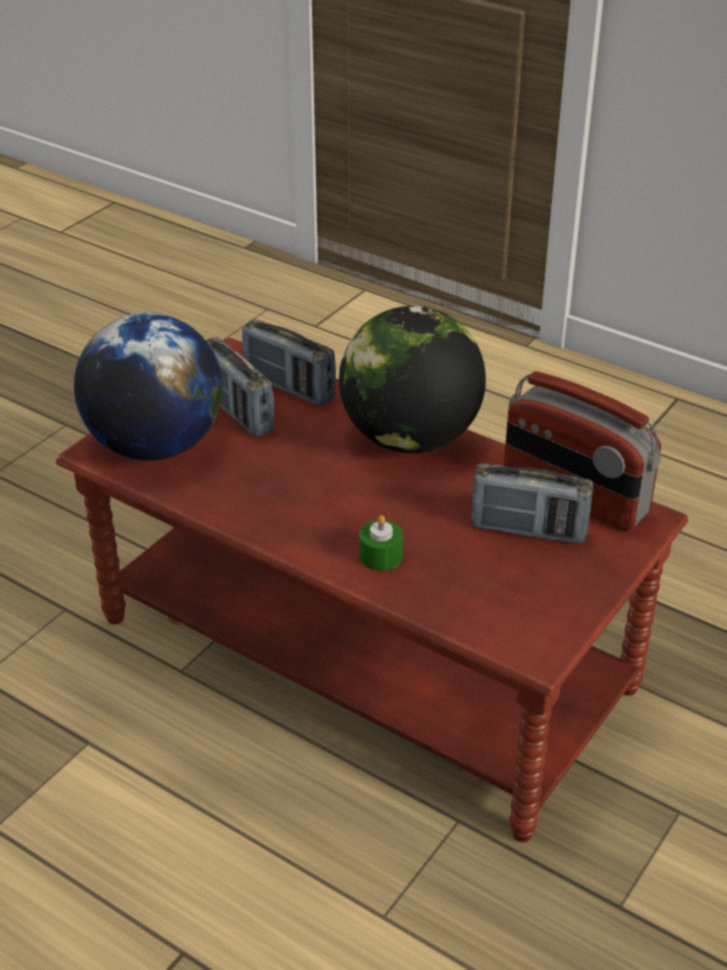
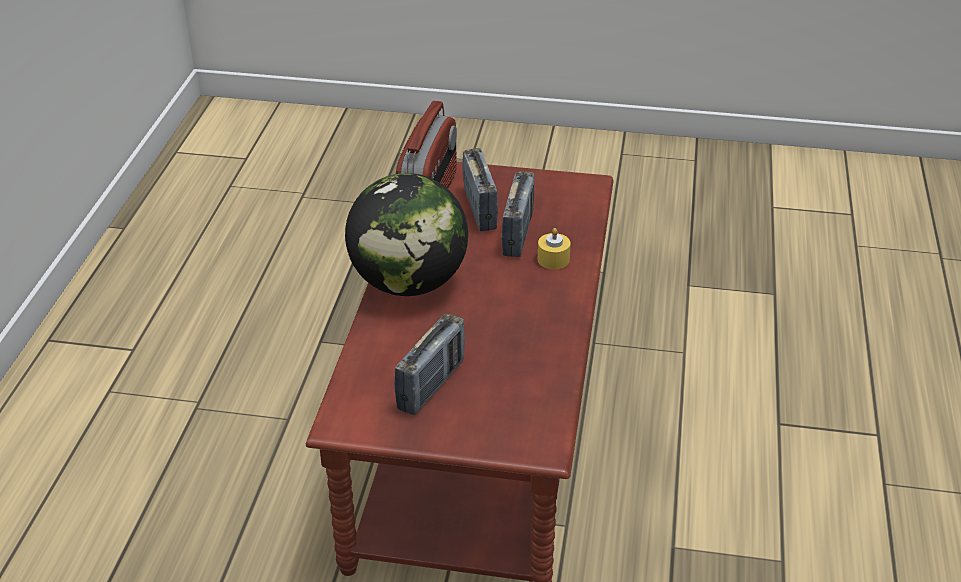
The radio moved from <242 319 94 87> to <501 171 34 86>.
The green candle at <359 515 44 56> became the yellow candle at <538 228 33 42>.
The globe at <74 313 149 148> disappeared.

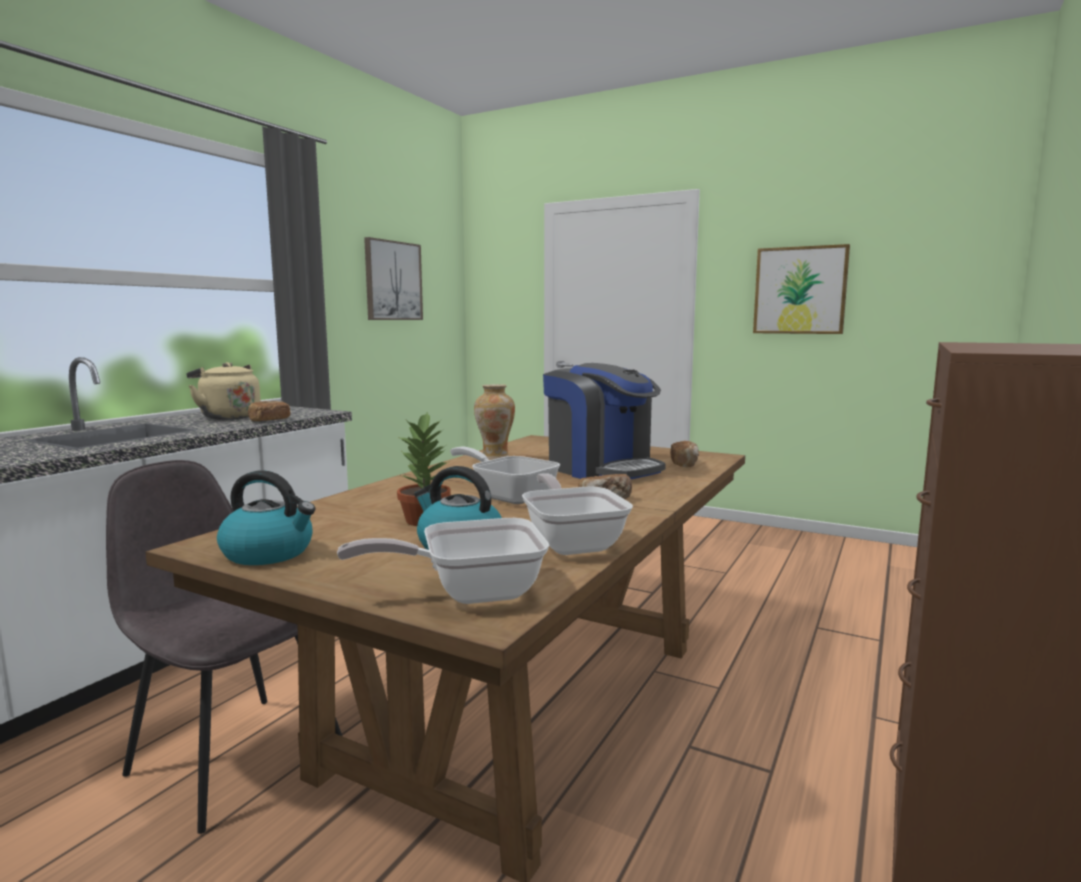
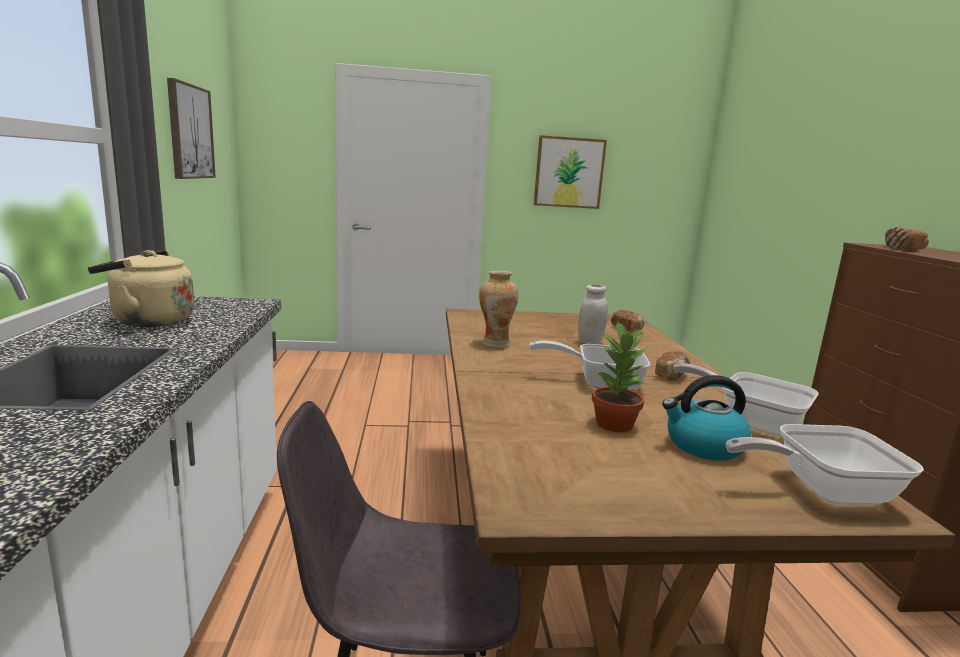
The coffee machine at <543 363 123 116> was replaced by the white jar at <578 284 30 60>.
The frying pan at <337 518 212 86> turned 45 degrees clockwise.
The bread moved from <248 401 43 20> to <885 227 44 23>.
The kettle at <217 470 98 95> disappeared.

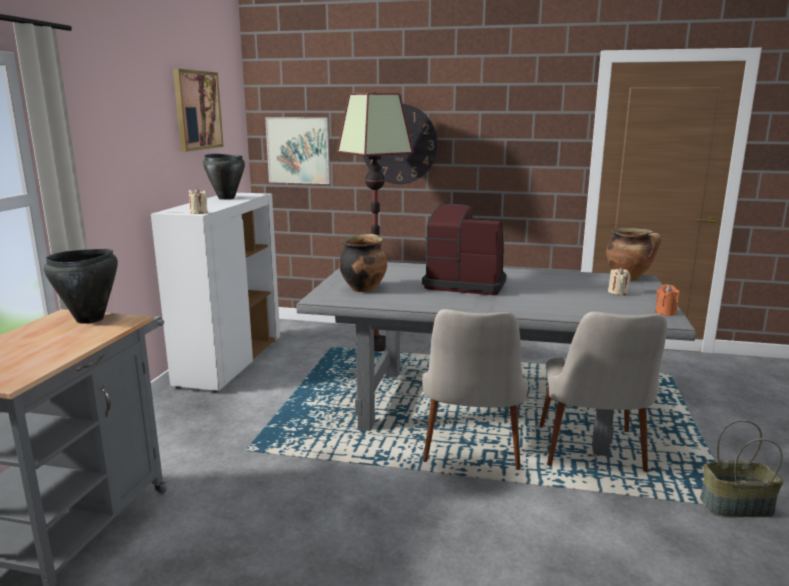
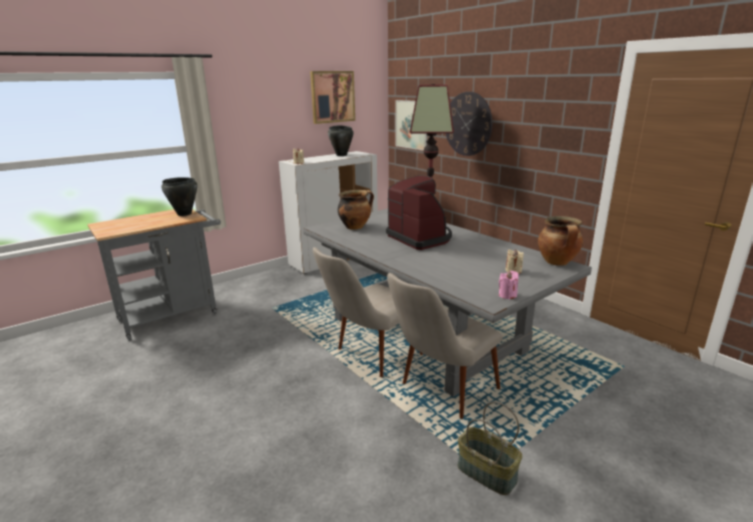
The orange candle at <655 284 24 32> became the pink candle at <499 271 20 29>.

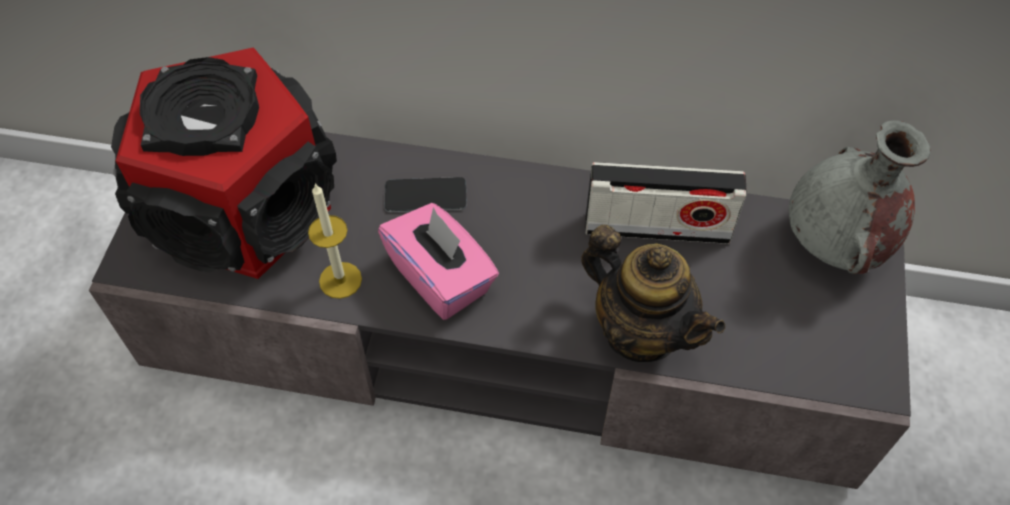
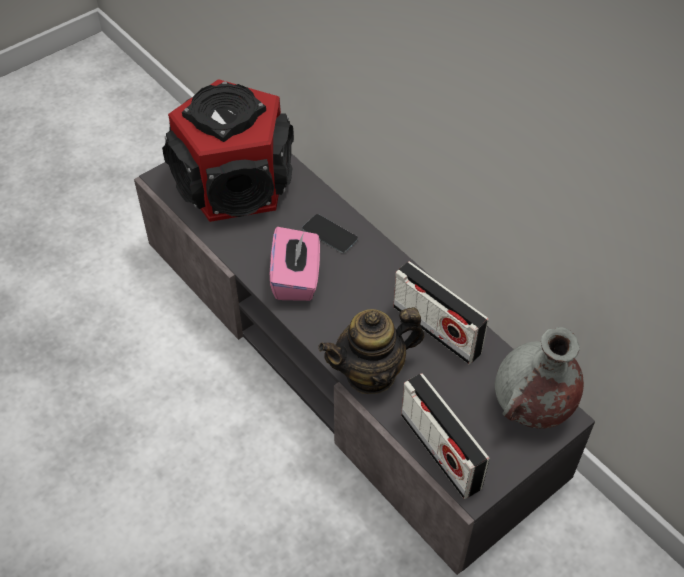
The teapot at <581 225 144 137> turned 75 degrees clockwise.
The radio at <401 373 88 126> appeared.
The candle at <308 183 54 116> disappeared.

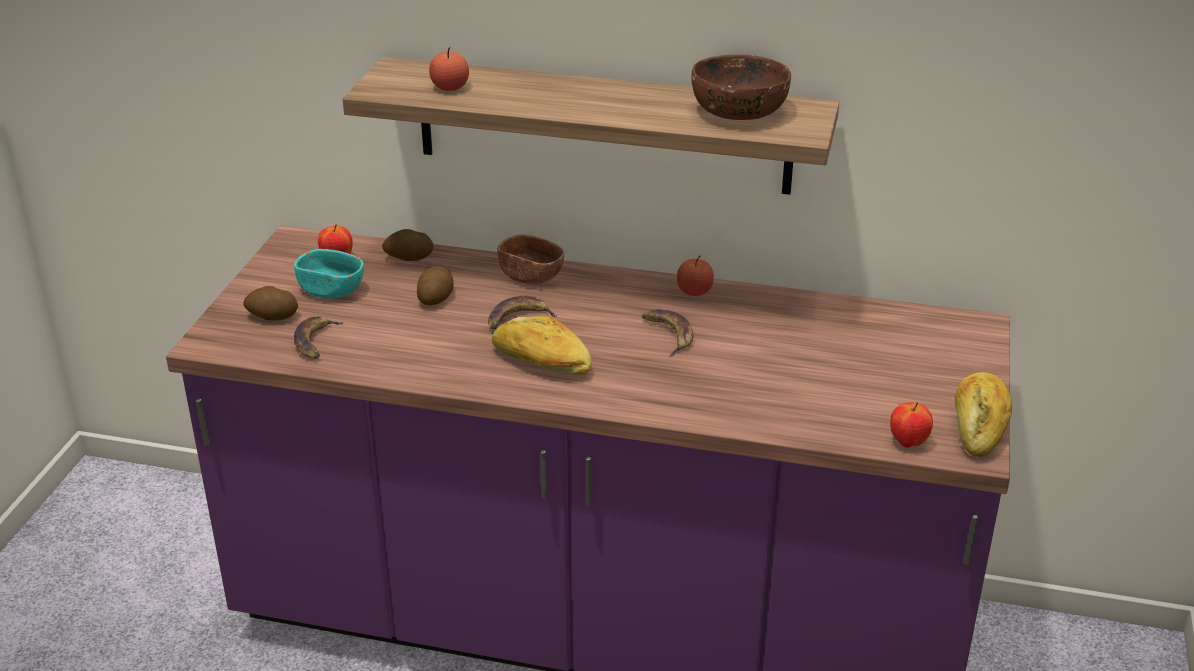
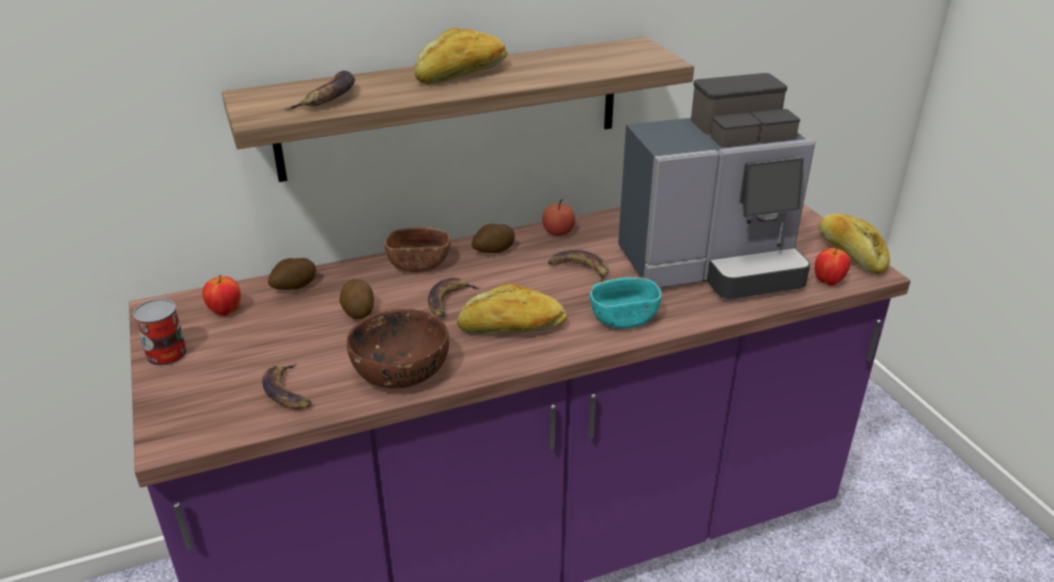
The can at <133 299 54 68> appeared.
The apple at <429 47 40 44> was replaced by the banana at <284 71 71 39>.
The brown bowl moved from <691 54 100 66> to <347 309 102 80>.
The bread at <415 28 92 57> appeared.
The potato moved from <243 286 55 35> to <472 224 43 29>.
The turquoise bowl moved from <294 249 70 50> to <590 277 72 52>.
The coffee machine at <618 73 198 226> appeared.

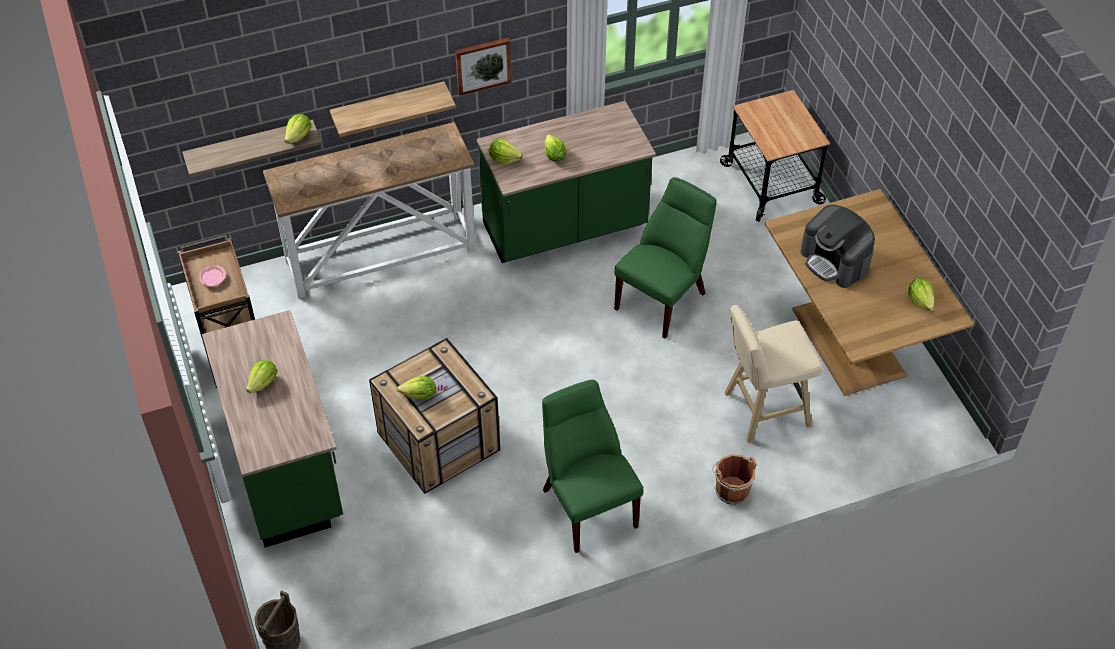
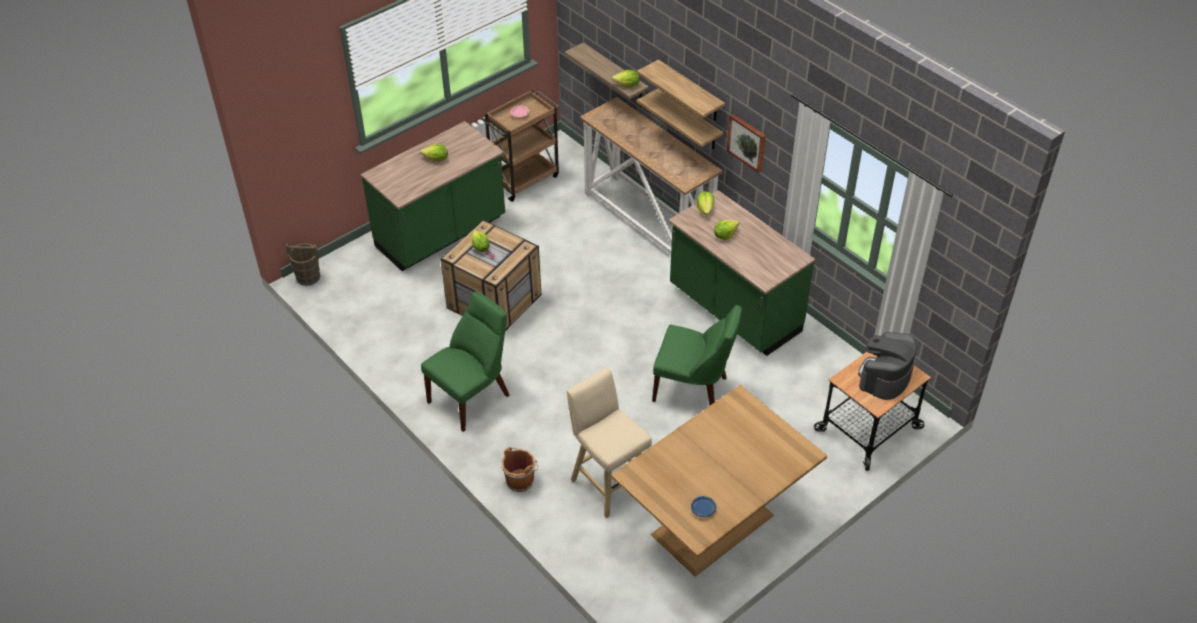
The shelf at <637 59 88 62> appeared.
The lettuce at <908 278 26 33> was replaced by the blue plate at <691 496 26 21>.
The coffee machine moved from <800 205 75 83> to <858 332 59 68>.

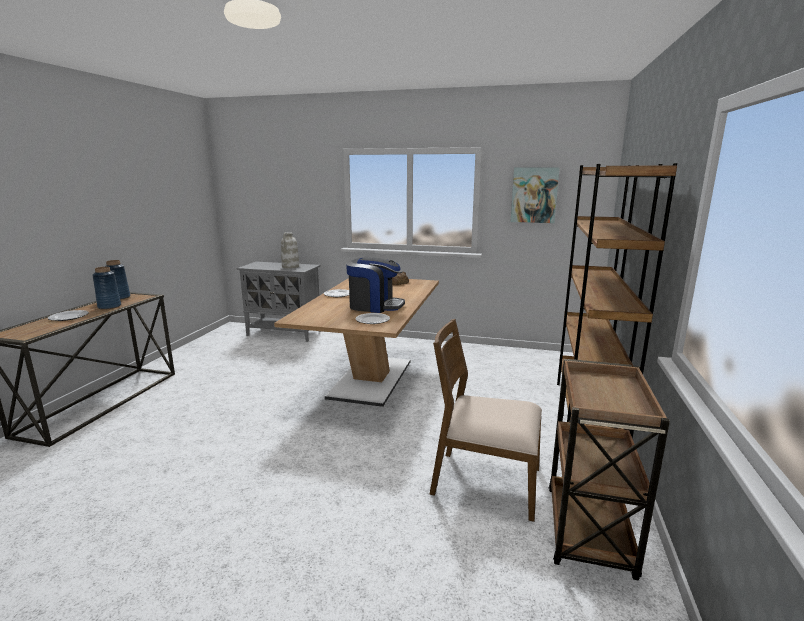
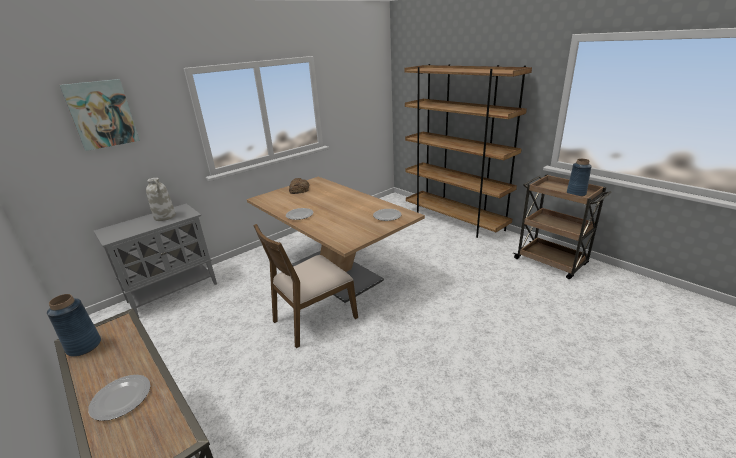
The picture moved from <510 167 50 56> to <60 79 80 72>.
The brown chair moved from <429 319 113 203> to <253 224 105 124>.
The blue vase moved from <93 267 28 42> to <567 159 25 38>.
The coffee machine at <346 257 59 56> disappeared.

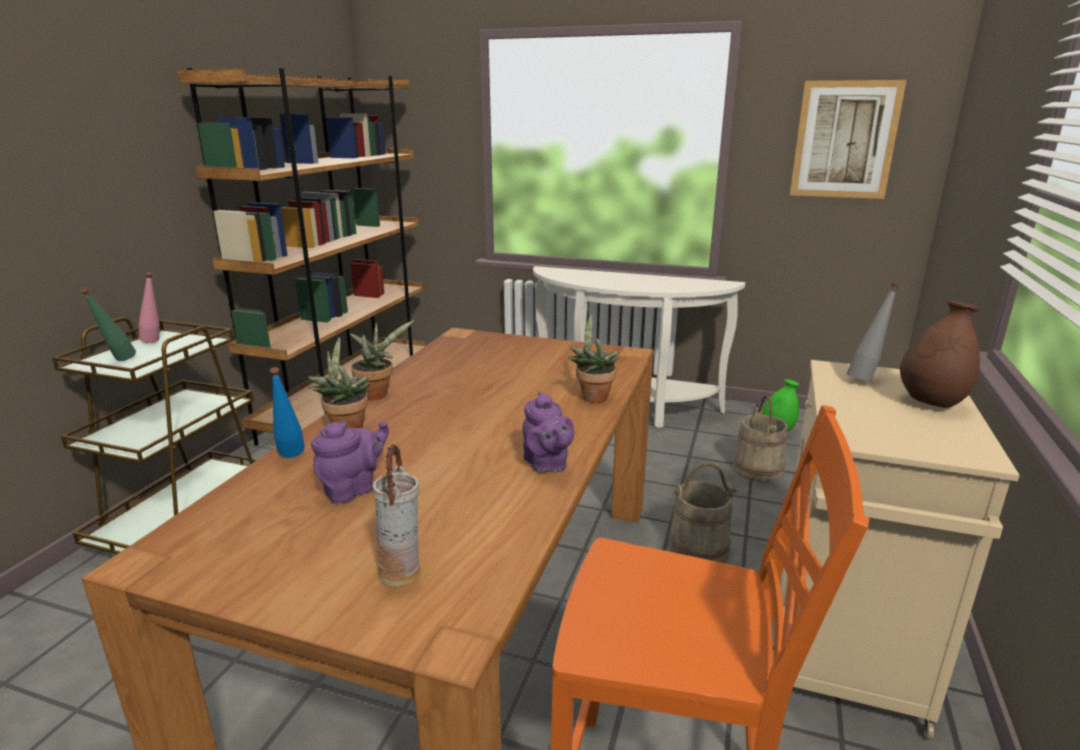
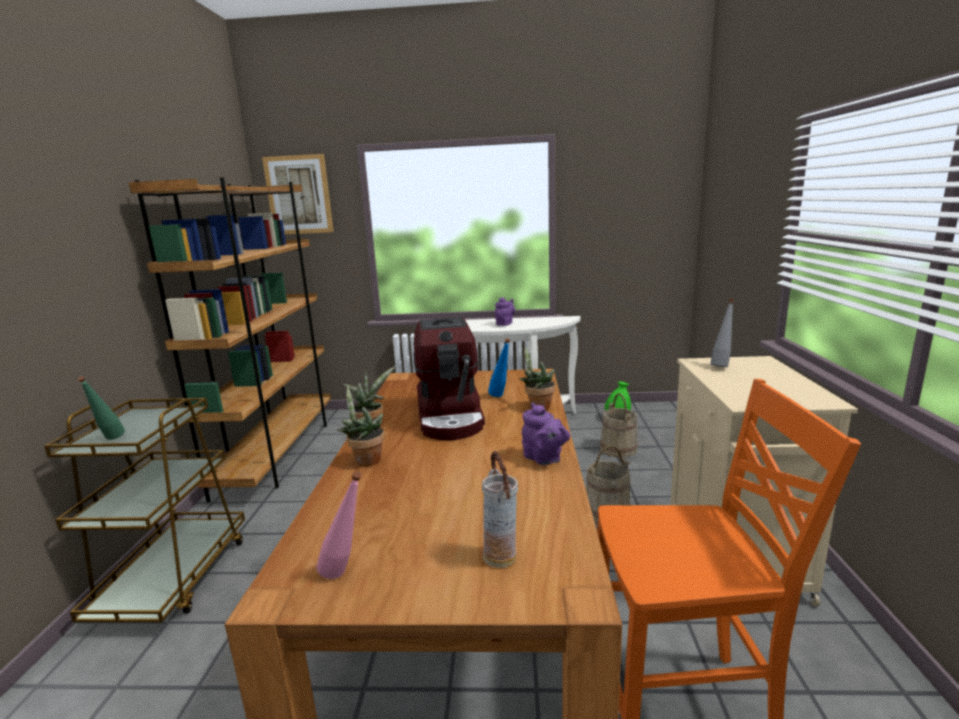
The picture moved from <790 80 117 119> to <262 154 72 80>.
The pink bottle moved from <139 272 21 71> to <316 472 46 107>.
The coffee machine at <414 317 71 123> appeared.
The blue bottle moved from <270 367 35 91> to <488 338 22 59>.
The purple teapot moved from <311 421 78 82> to <495 297 20 29>.
The brown vase at <900 300 80 108> disappeared.

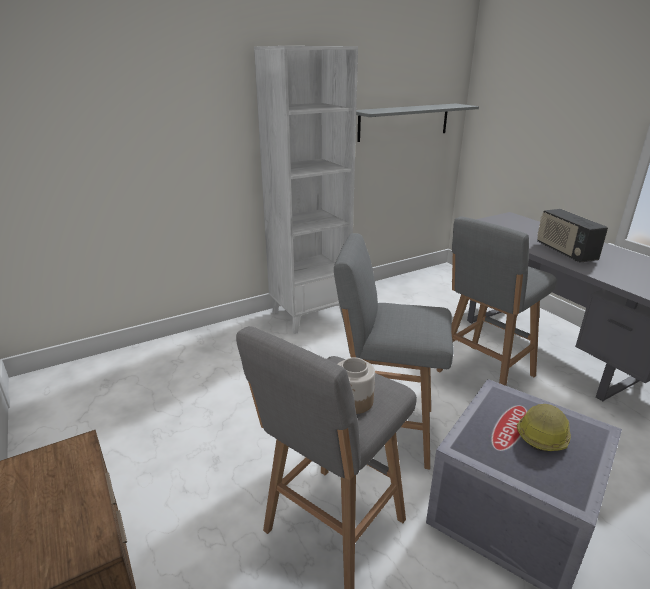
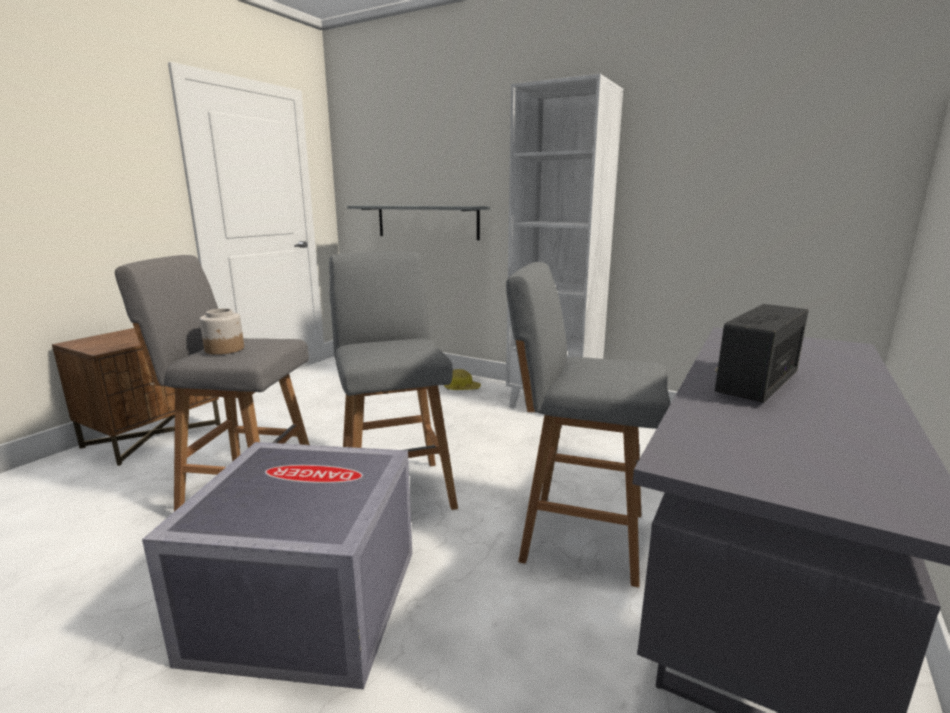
The grey shelf moved from <356 104 123 38> to <347 205 144 35>.
The hard hat moved from <517 404 54 48> to <444 369 37 21>.

